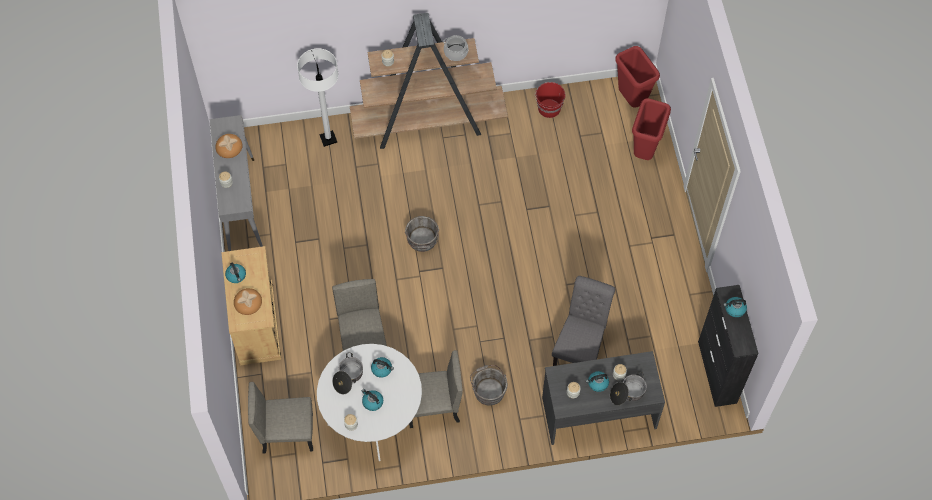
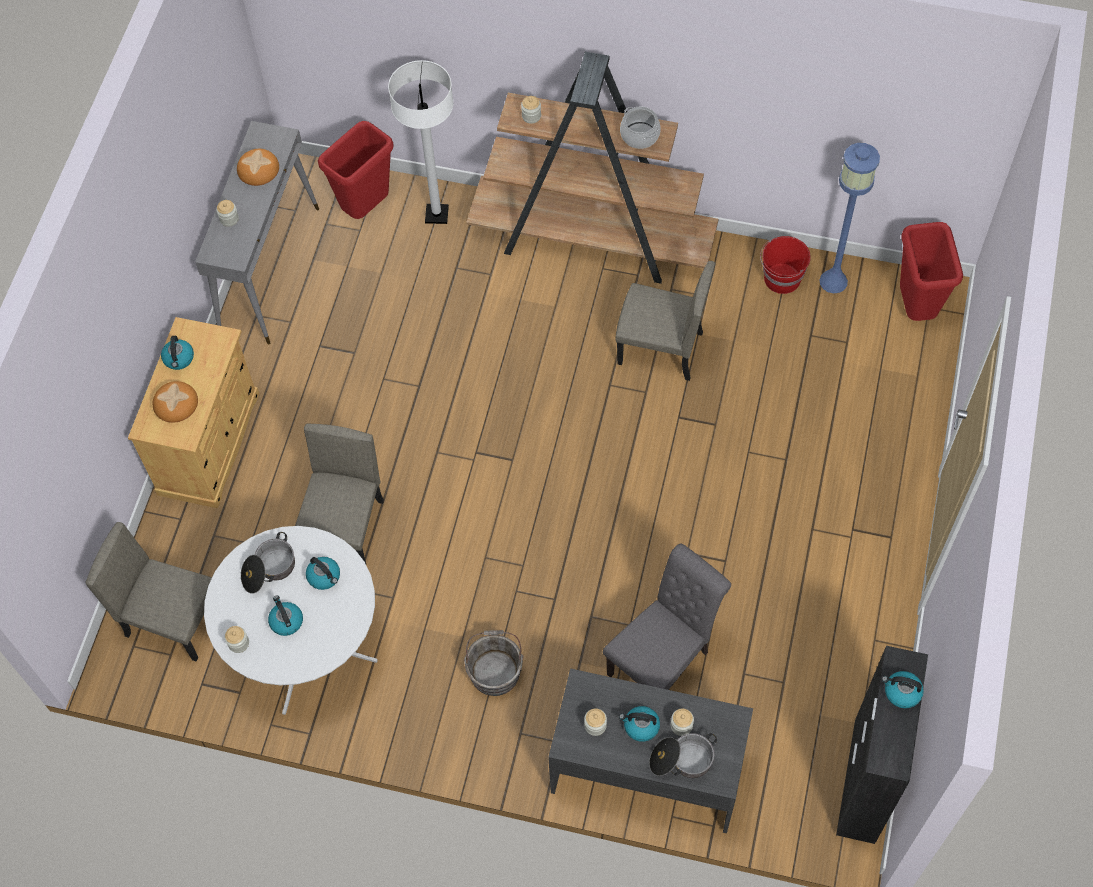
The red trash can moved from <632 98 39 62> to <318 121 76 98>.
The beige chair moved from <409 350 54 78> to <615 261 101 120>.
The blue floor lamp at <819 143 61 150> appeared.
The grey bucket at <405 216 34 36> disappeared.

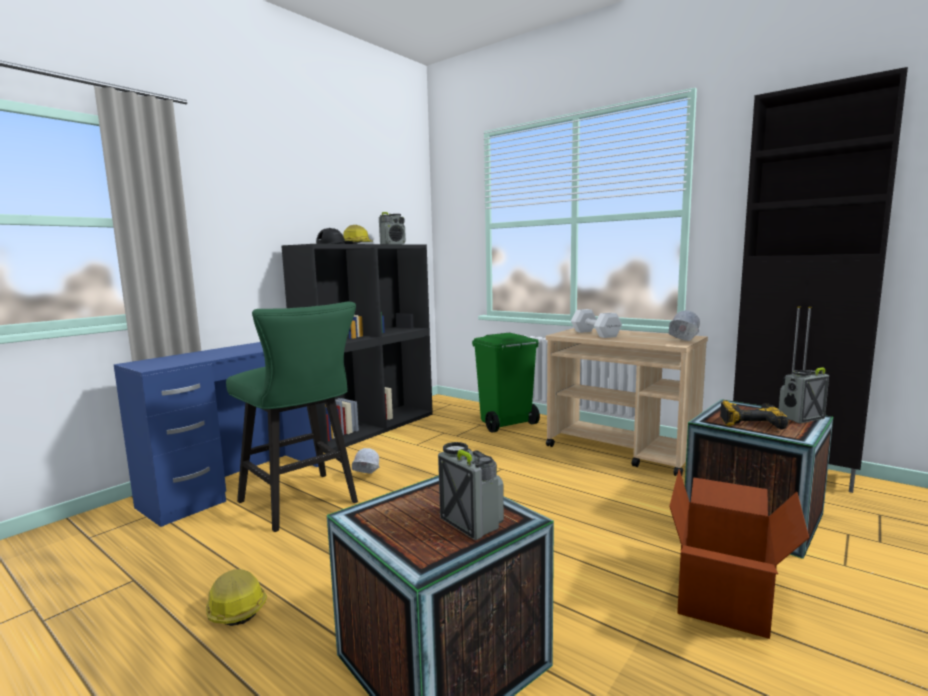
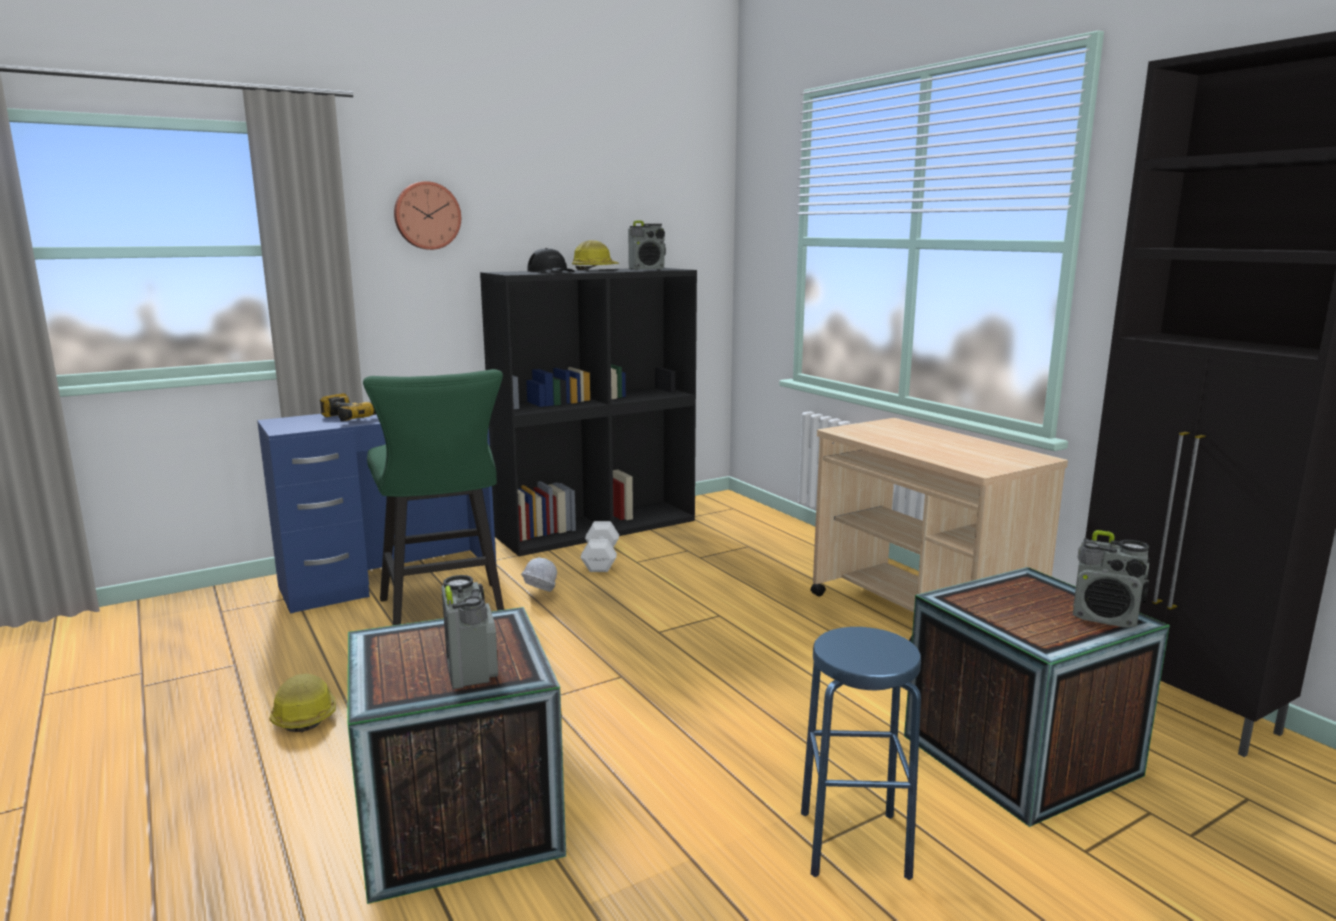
The power drill moved from <720 401 69 29> to <320 393 56 28>.
The wall clock at <394 181 67 69> appeared.
The white dumbbell moved from <571 309 51 29> to <581 521 38 51>.
The cardboard box at <669 469 140 170> was replaced by the blue stool at <801 627 120 253>.
The radio at <779 367 50 57> turned 150 degrees counterclockwise.
The green trash can at <472 333 68 100> disappeared.
The white hard hat at <669 310 31 31> disappeared.

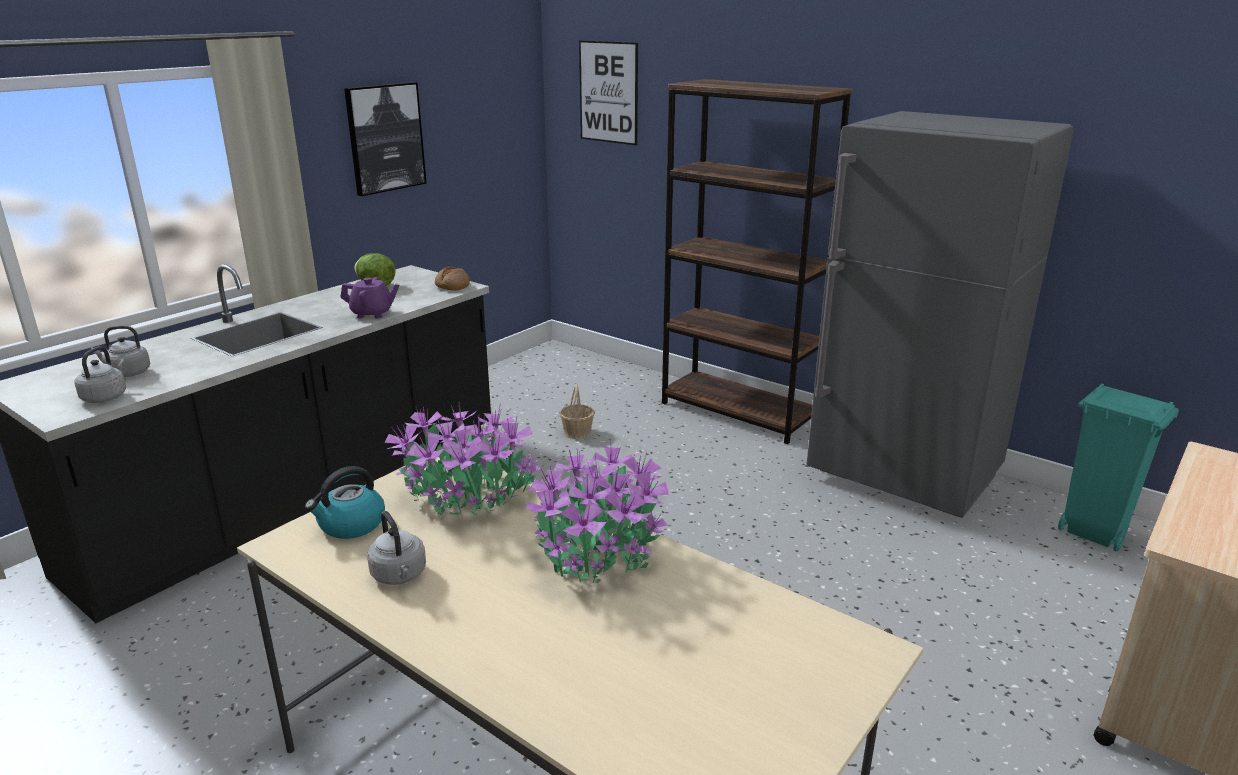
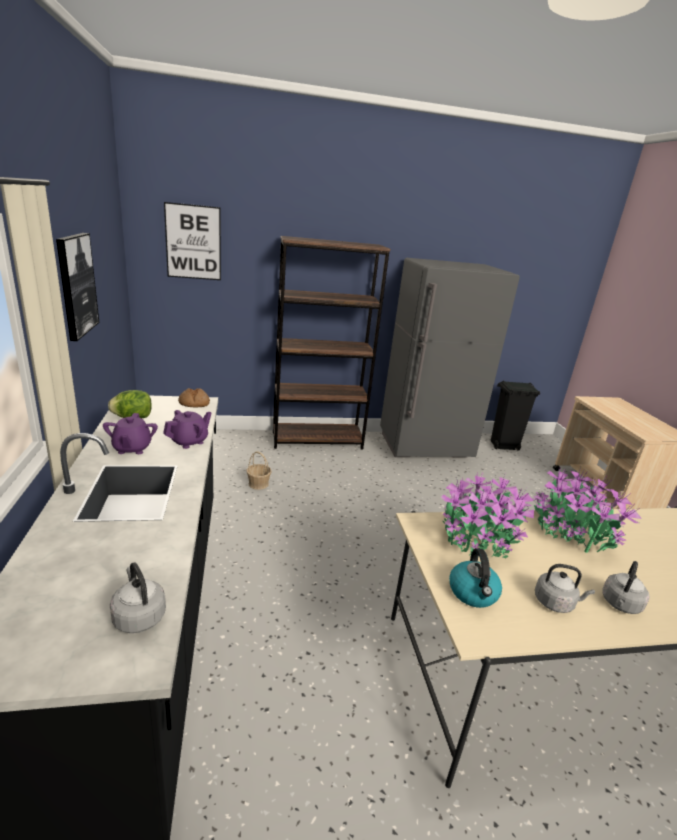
The purple teapot at <103 413 55 41> appeared.
The turquoise trash can at <1058 383 121 169> became the black trash can at <491 381 49 70>.
The grey kettle moved from <91 326 59 51> to <602 561 48 53>.

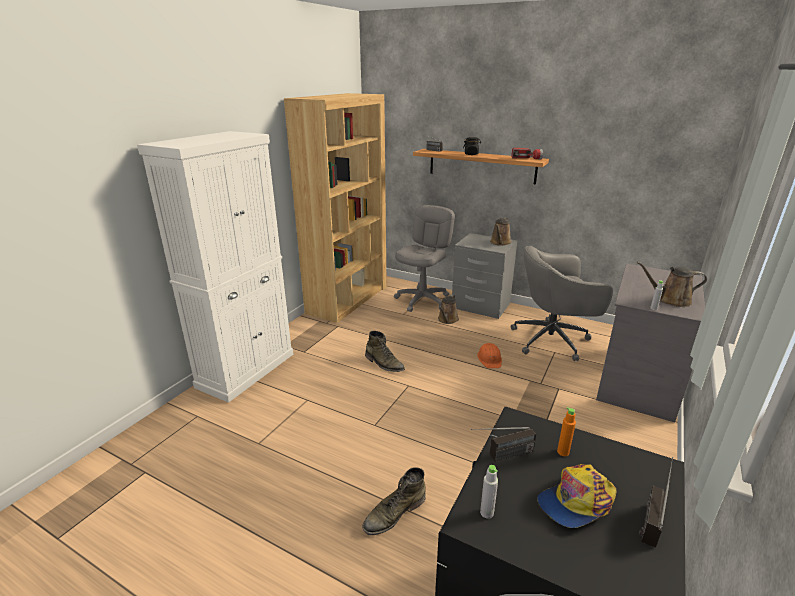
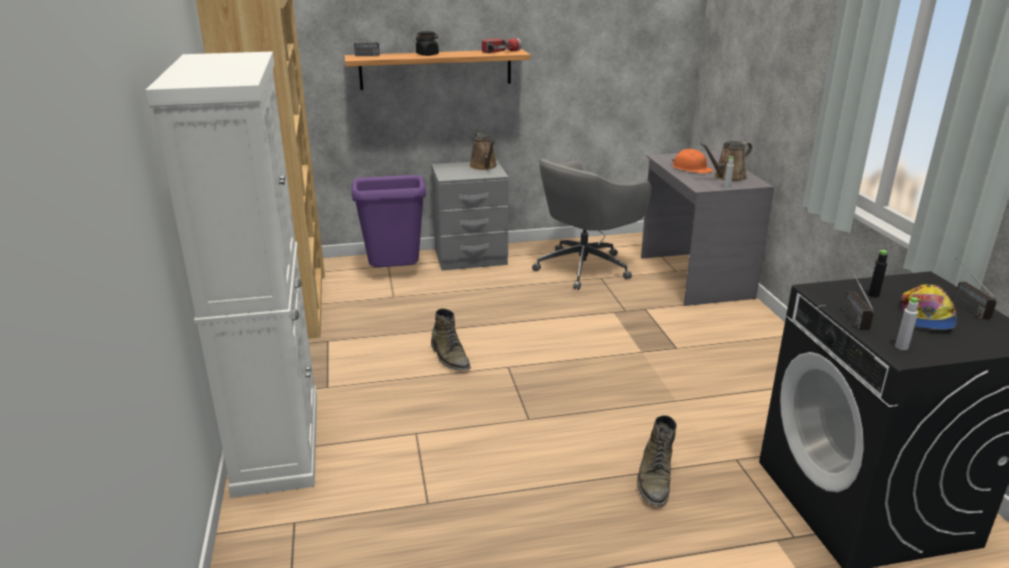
The grey office chair at <394 205 61 107> was replaced by the purple trash can at <352 175 74 92>.
The green boot at <365 331 40 41> turned 60 degrees clockwise.
The orange hard hat moved from <477 343 25 25> to <672 149 41 25>.
The radio at <471 427 65 35> turned 150 degrees clockwise.
The orange bottle at <557 407 19 49> became the black bottle at <868 250 19 48>.
The brown watering can at <438 295 21 29> disappeared.

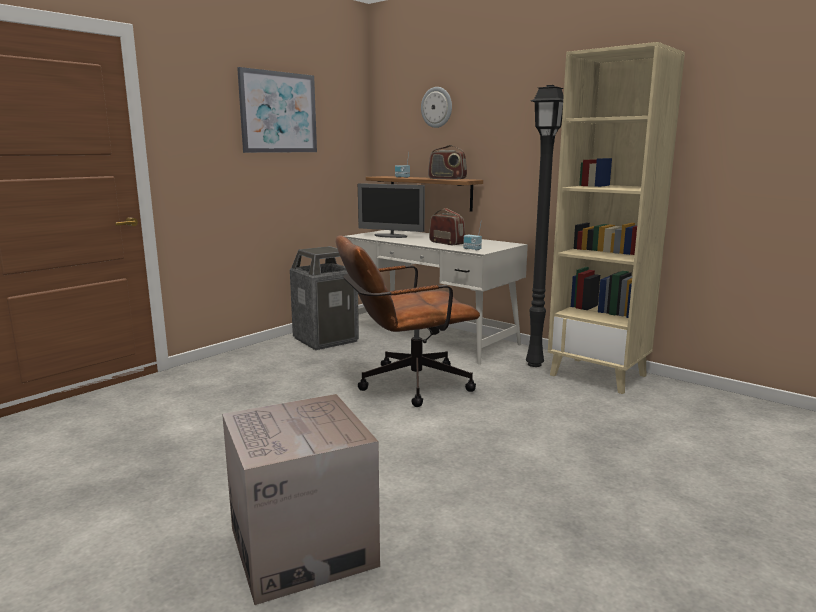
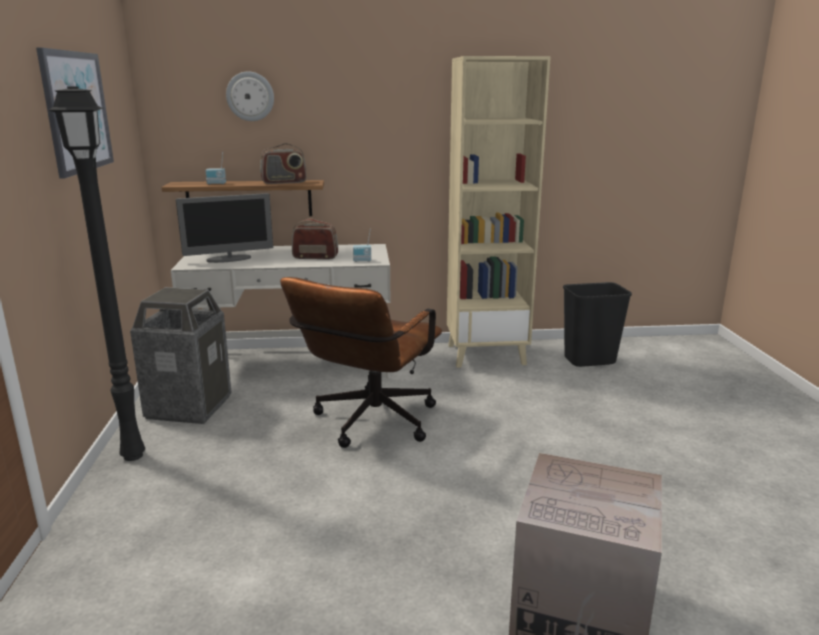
The black floor lamp moved from <526 85 38 282> to <49 86 96 375>.
The black trash can at <563 282 69 85> appeared.

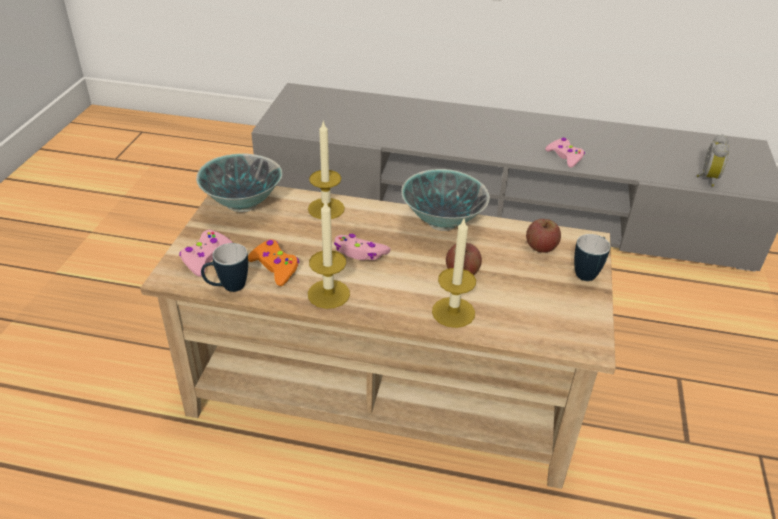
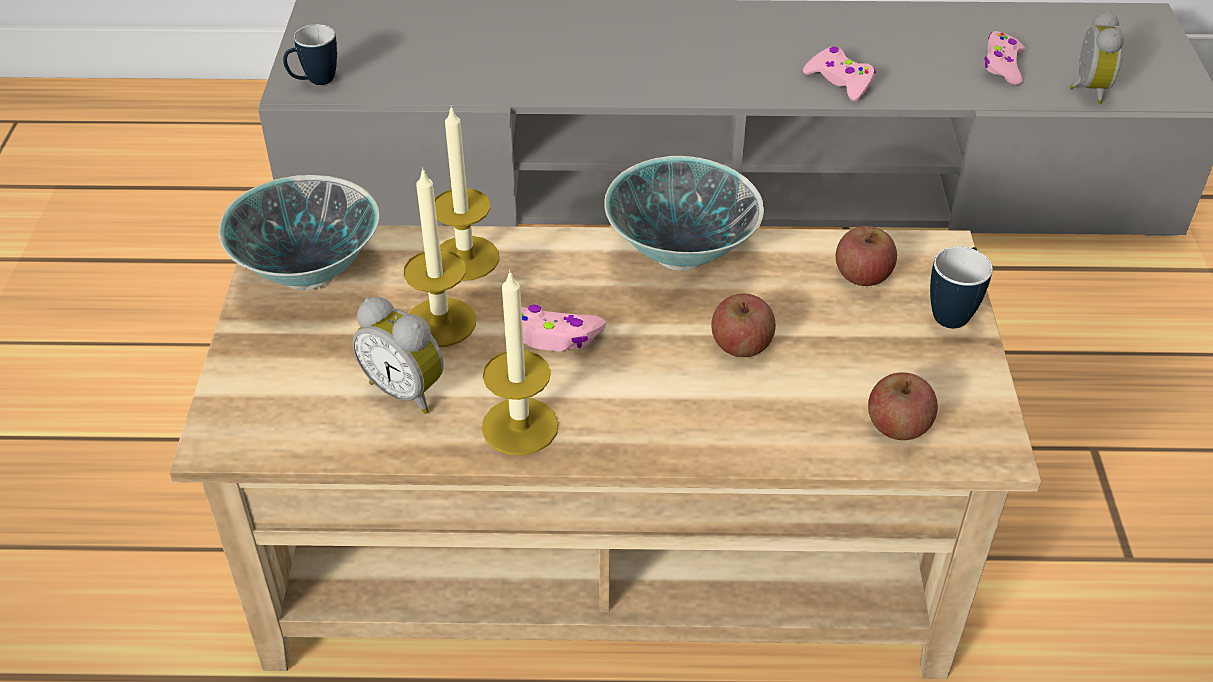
The mug moved from <201 243 47 49> to <283 24 54 61>.
The orange game controller at <248 240 51 46> was replaced by the alarm clock at <353 297 91 117>.
The candle moved from <432 219 44 109> to <403 167 73 180>.
The apple at <868 372 70 68> appeared.
The pink game controller moved from <179 230 54 47> to <984 31 41 54>.

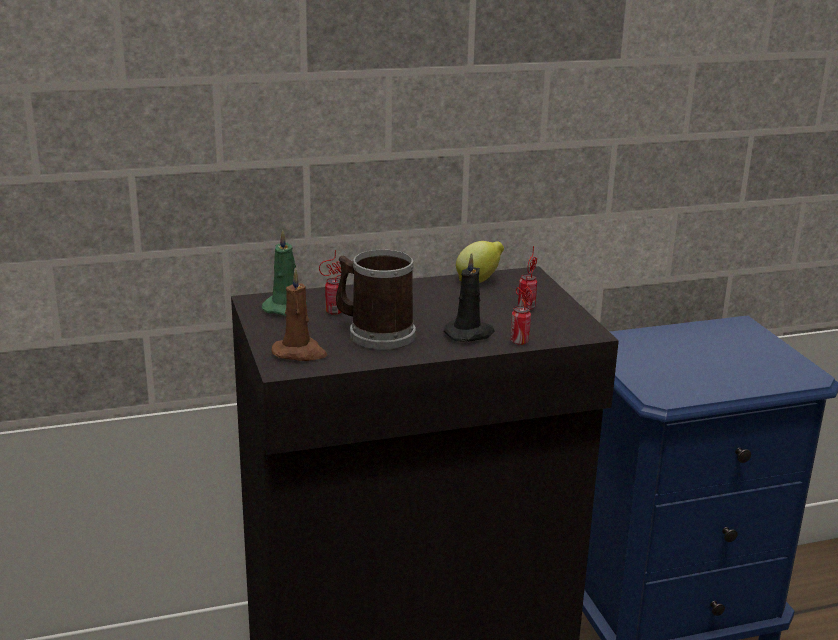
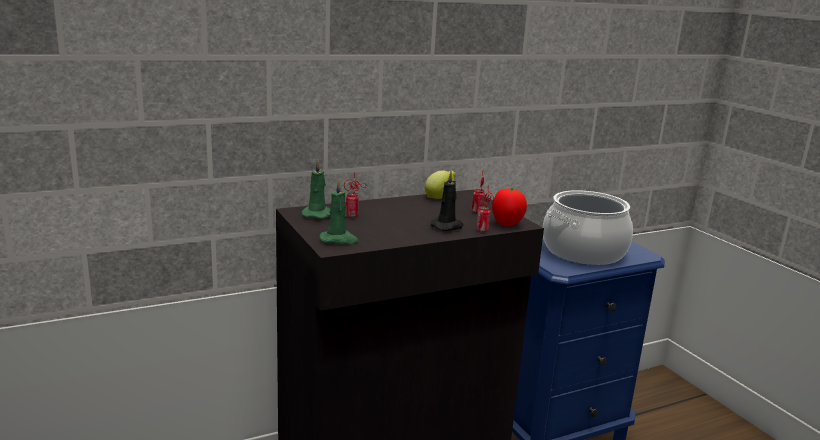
The brown candle at <271 269 56 92> became the green candle at <319 180 40 64>.
The tomato at <492 188 35 39> appeared.
The cooking pot at <543 190 90 75> appeared.
The mug at <336 249 80 101> disappeared.

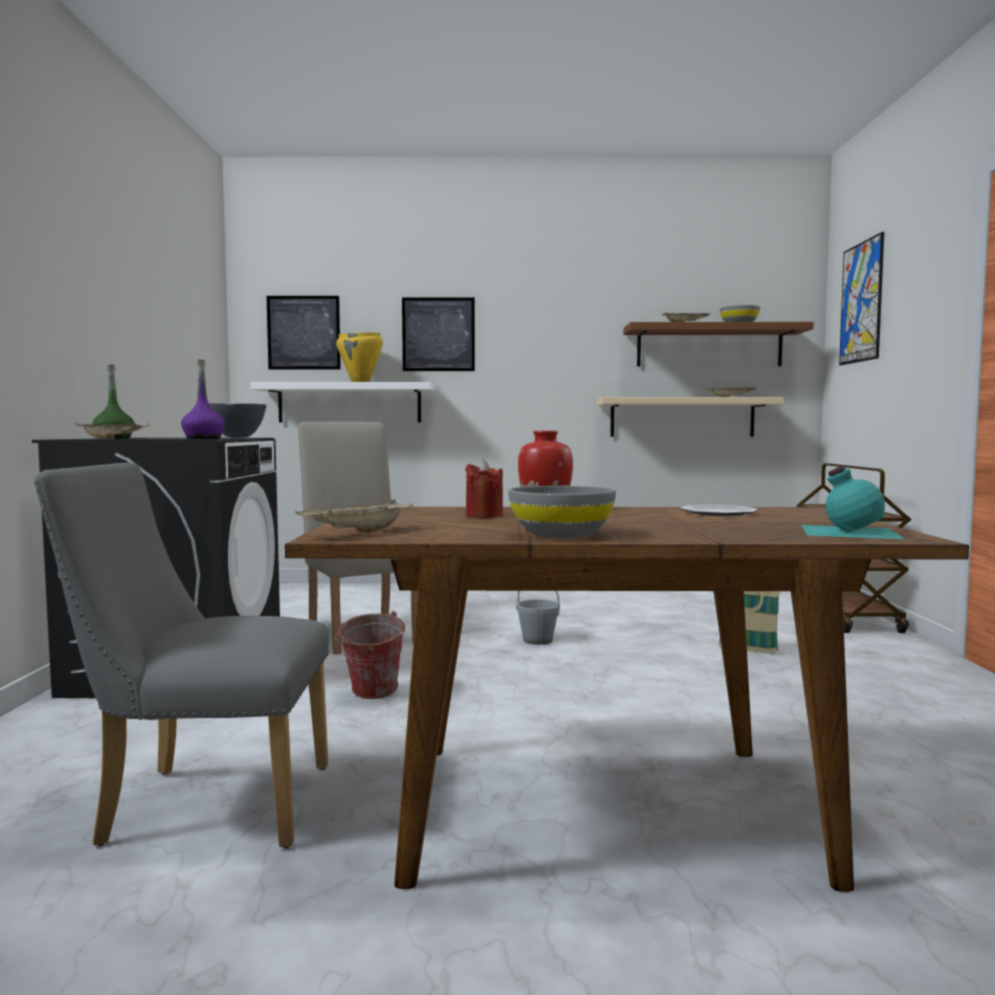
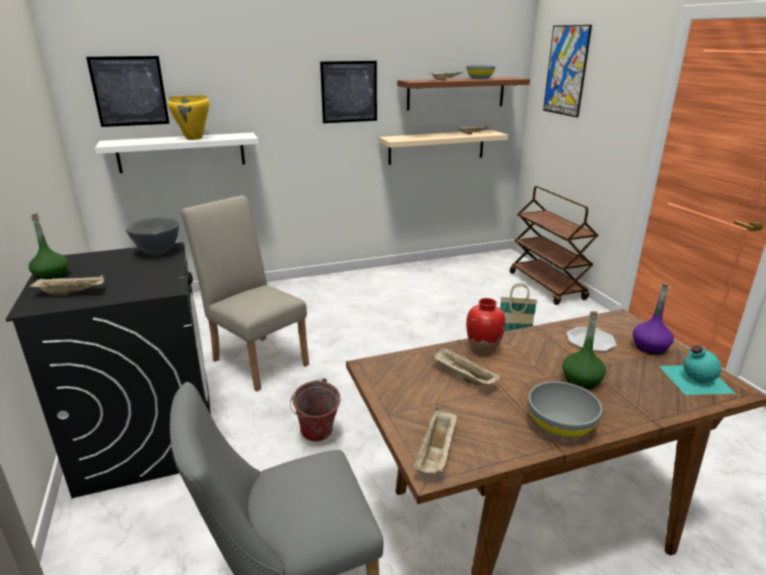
The picture moved from <402 297 73 74> to <320 61 57 62>.
The red candle at <465 460 38 58> was replaced by the beige tray at <432 346 69 39>.
The green bottle at <562 311 44 78> appeared.
The purple bottle moved from <181 359 44 80> to <633 283 41 72>.
The grey bucket at <516 591 44 54> disappeared.

